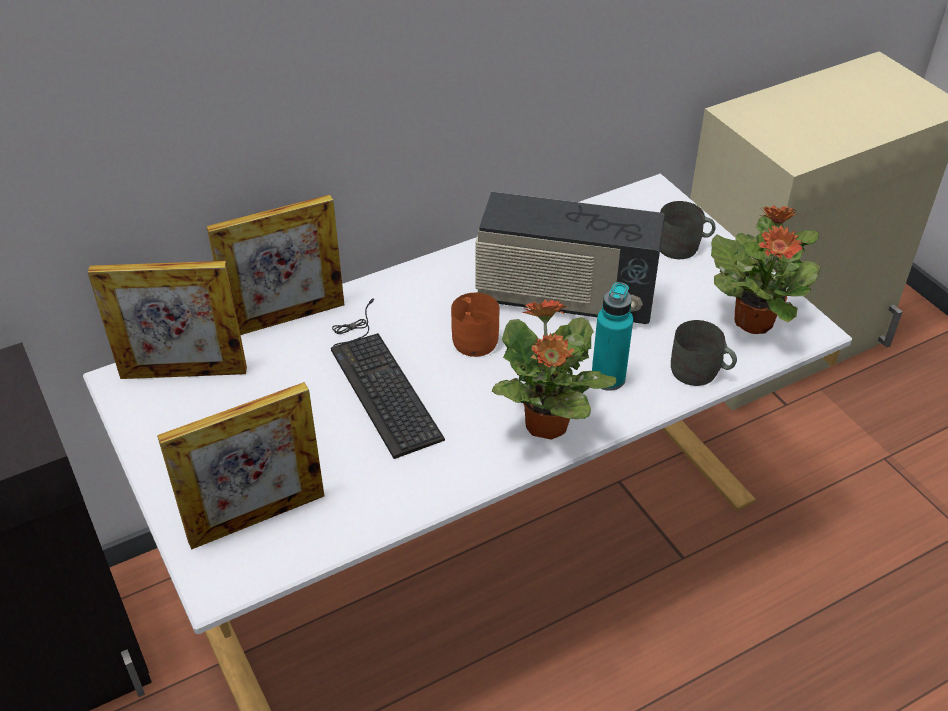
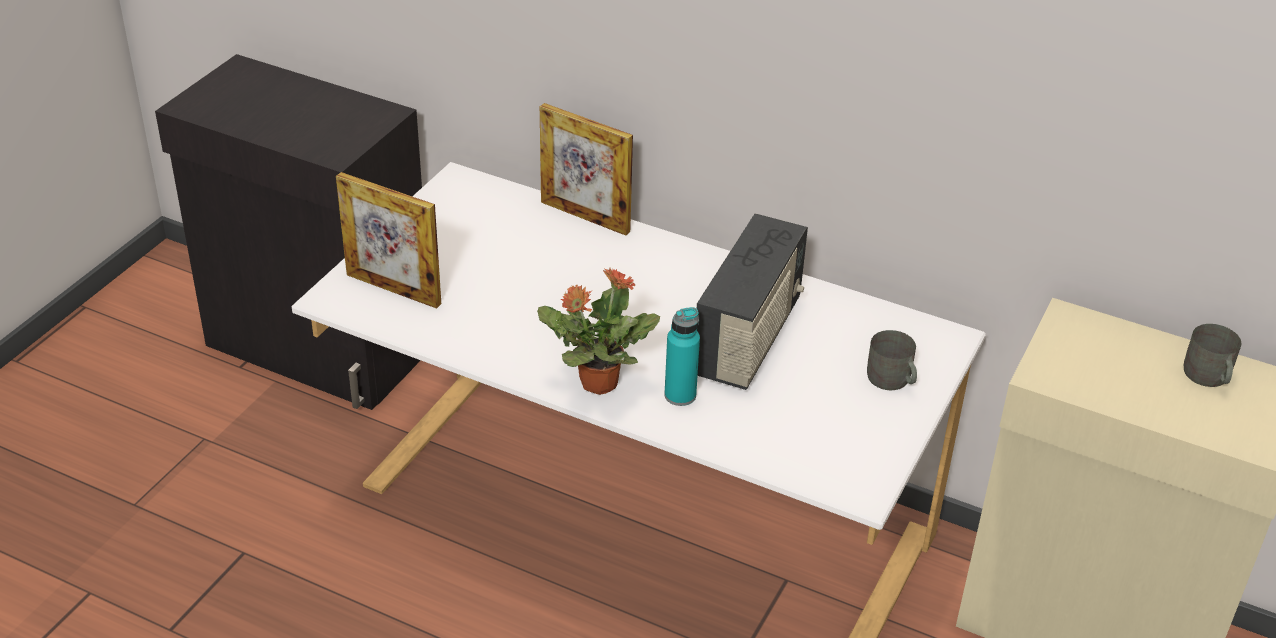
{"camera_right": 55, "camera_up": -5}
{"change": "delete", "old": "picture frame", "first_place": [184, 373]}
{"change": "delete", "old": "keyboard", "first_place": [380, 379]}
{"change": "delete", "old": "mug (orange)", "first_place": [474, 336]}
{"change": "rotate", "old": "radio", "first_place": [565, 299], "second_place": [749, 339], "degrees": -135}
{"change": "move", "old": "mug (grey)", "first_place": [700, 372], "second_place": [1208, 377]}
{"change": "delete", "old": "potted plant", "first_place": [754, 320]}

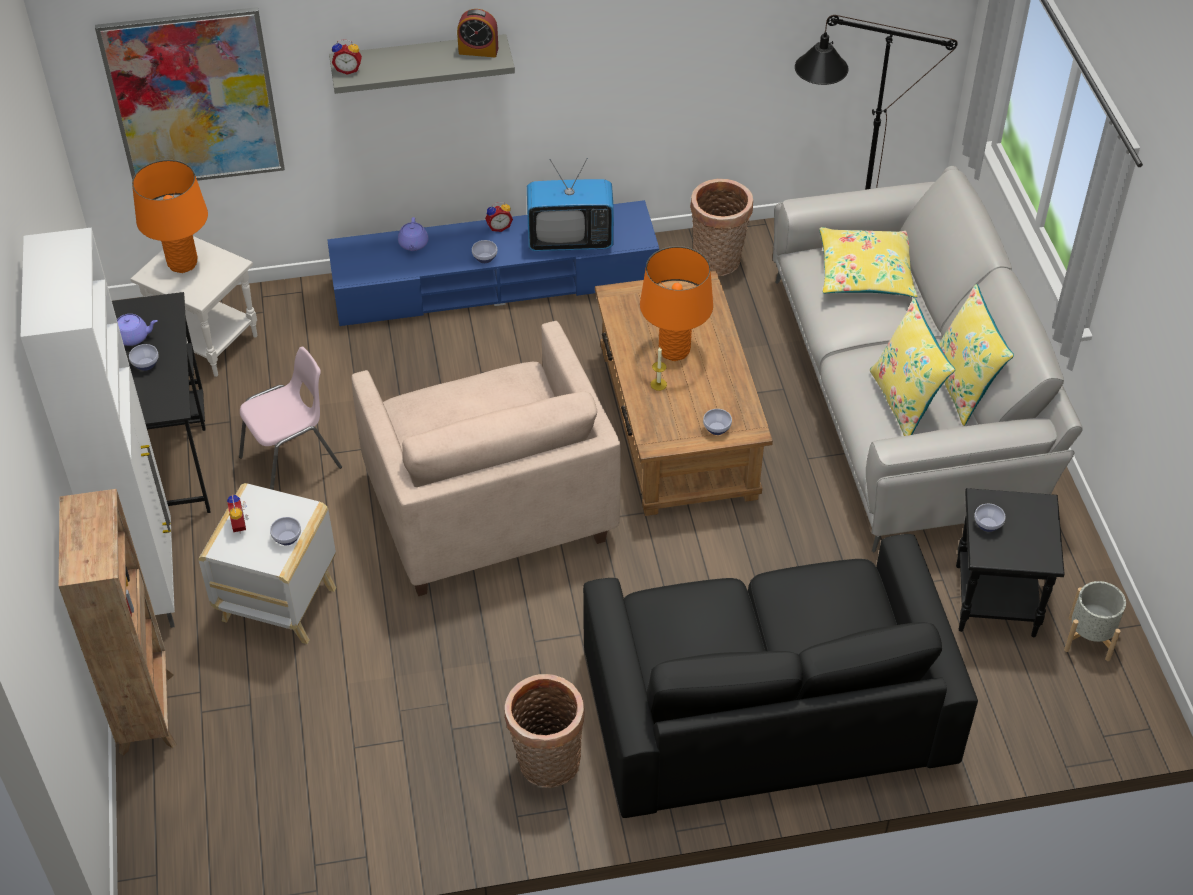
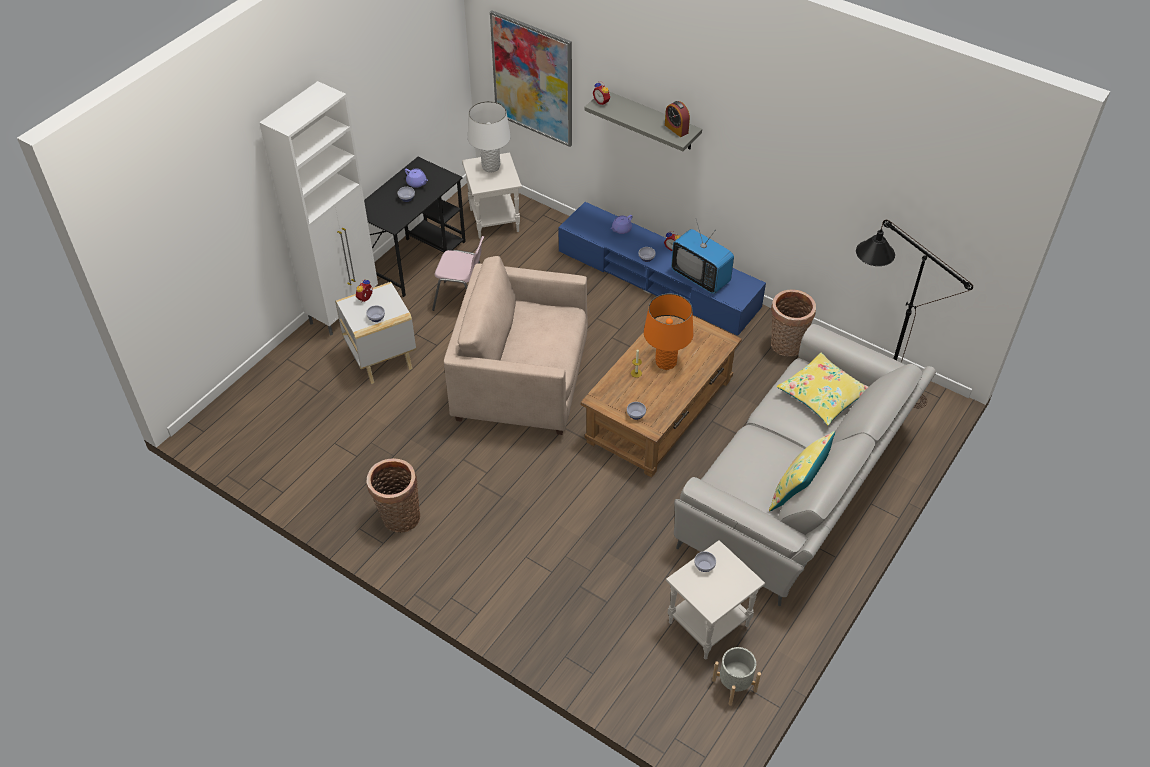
{"camera_right": 45, "camera_up": 0}
{"change": "delete", "old": "bookcase (brown)", "first_place": [147, 711]}
{"change": "recolor", "old": "table lamp (orange)", "new": "table lamp (white)", "first_place": [182, 264], "second_place": [491, 167]}
{"change": "rotate", "old": "armchair (beige)", "first_place": [489, 505], "second_place": [521, 382], "degrees": 75}
{"change": "delete", "old": "sofa (black)", "first_place": [766, 705]}
{"change": "delete", "old": "pillow (yellow)", "first_place": [905, 402]}
{"change": "recolor", "old": "side table (black)", "new": "side table (white)", "first_place": [993, 599], "second_place": [708, 623]}

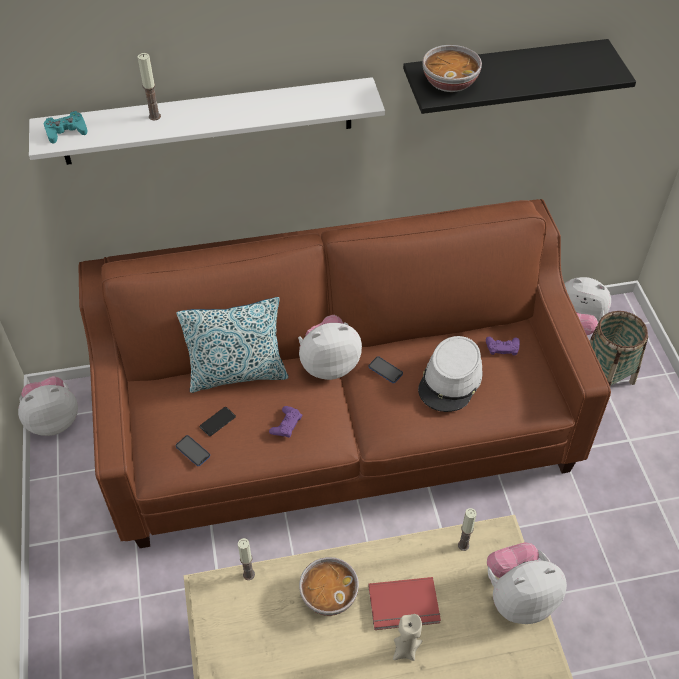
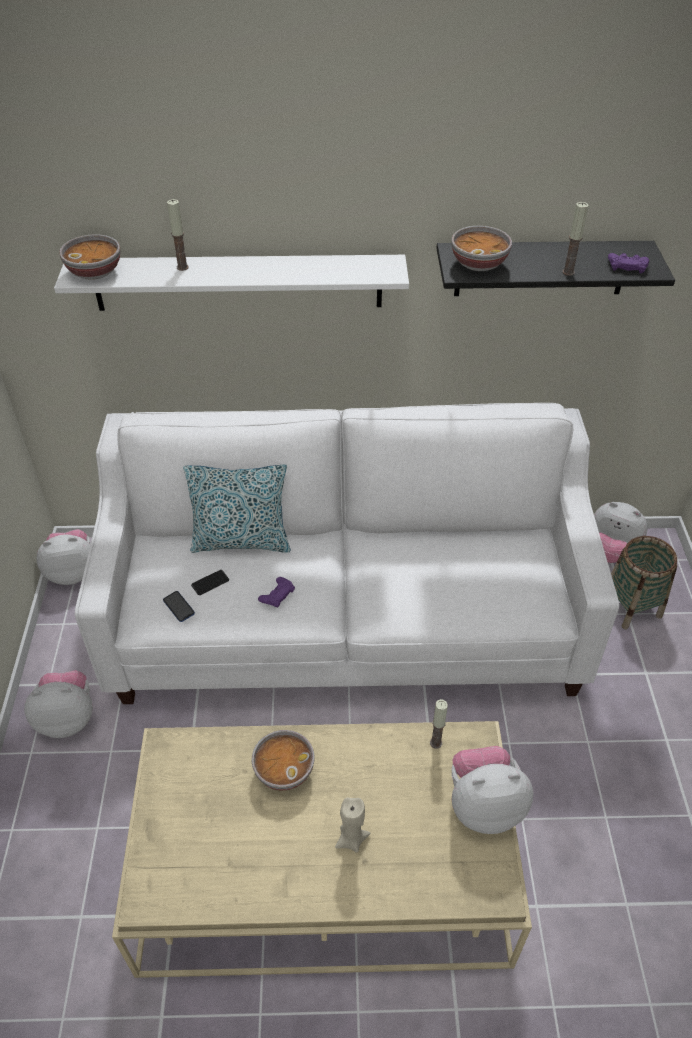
{"camera_right": 10, "camera_up": -5}
{"change": "replace", "old": "game controller (turquoise)", "new": "bowl", "first_place": [66, 131], "second_place": [95, 271]}
{"change": "recolor", "old": "sofa (brown)", "new": "sofa (white)", "first_place": [338, 427], "second_place": [345, 617]}
{"change": "move", "old": "candle", "first_place": [249, 574], "second_place": [568, 272]}
{"change": "move", "old": "plush toy", "first_place": [328, 363], "second_place": [67, 718]}
{"change": "delete", "old": "book (red)", "first_place": [404, 606]}
{"change": "delete", "old": "phone", "first_place": [385, 370]}
{"change": "delete", "old": "hat (grey)", "first_place": [450, 380]}
{"change": "move", "old": "game controller (purple)", "first_place": [502, 347], "second_place": [627, 266]}

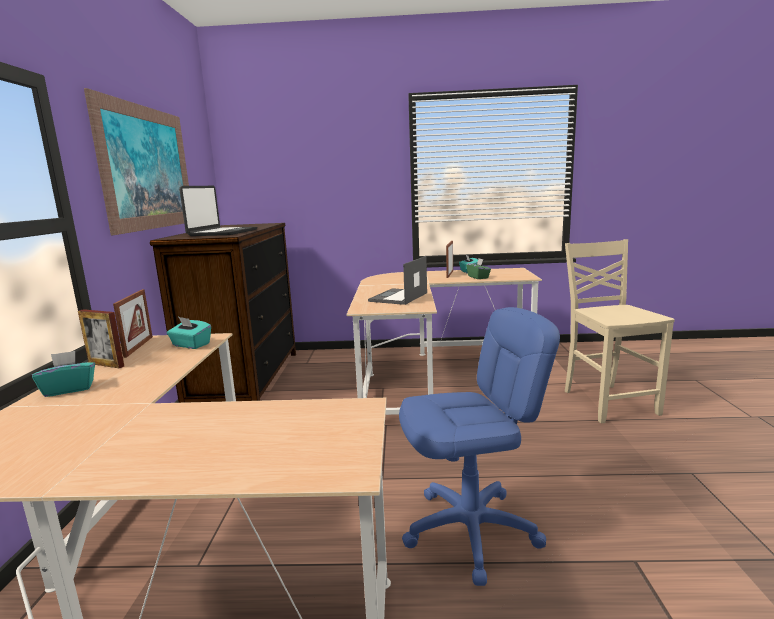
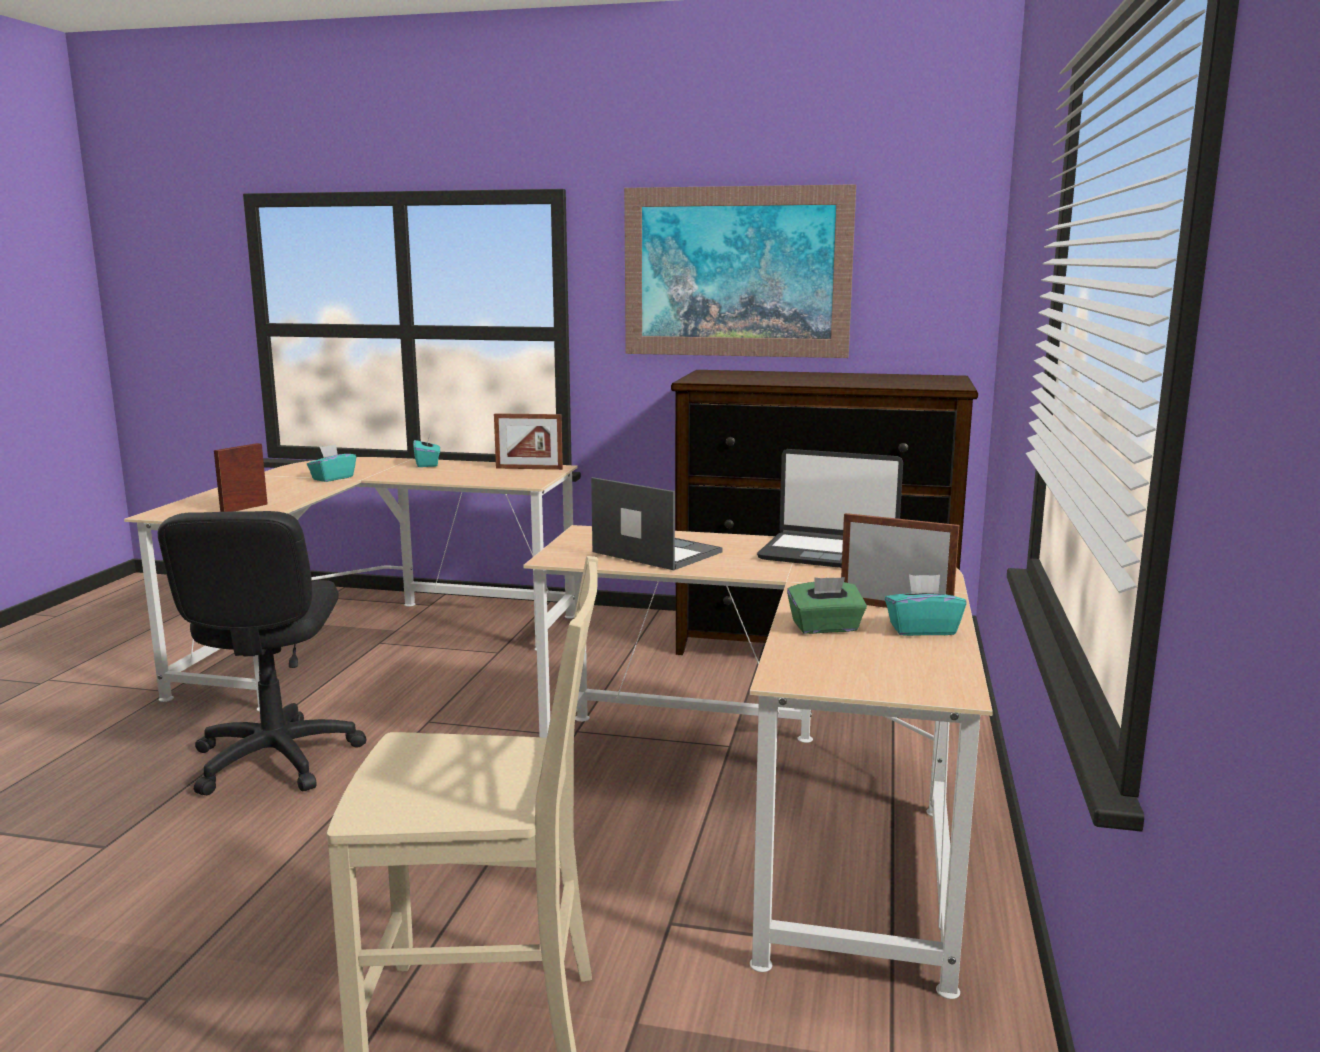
{"camera_right": 100, "camera_up": 0}
{"change": "move", "old": "picture frame", "first_place": [106, 365], "second_place": [244, 508]}
{"change": "move", "old": "tissue box (turquoise)", "first_place": [191, 345], "second_place": [332, 478]}
{"change": "move", "old": "laptop", "first_place": [222, 233], "second_place": [829, 553]}
{"change": "recolor", "old": "office chair (blue)", "new": "office chair (black)", "first_place": [471, 531], "second_place": [274, 759]}

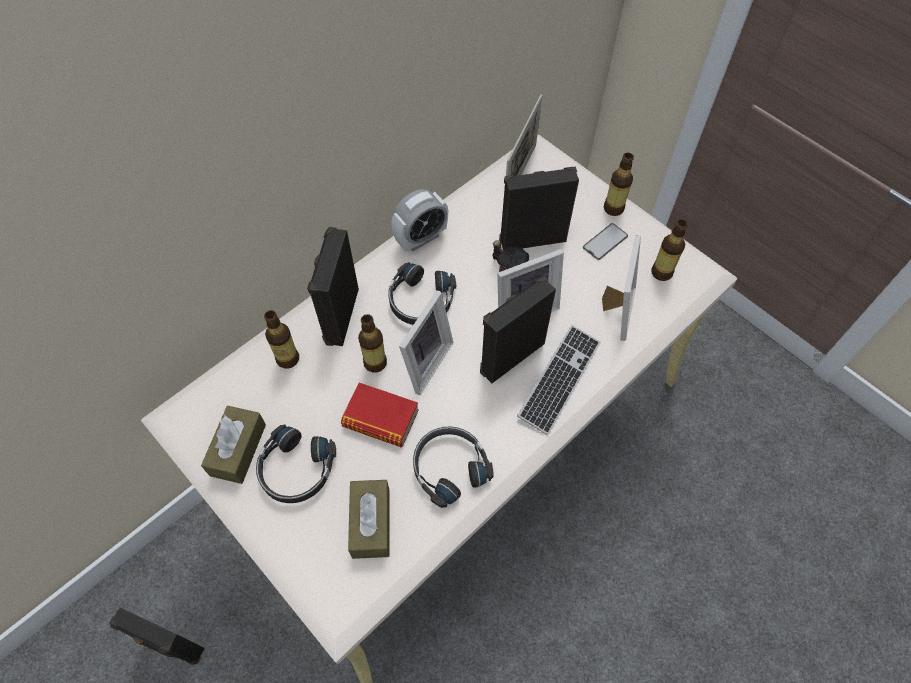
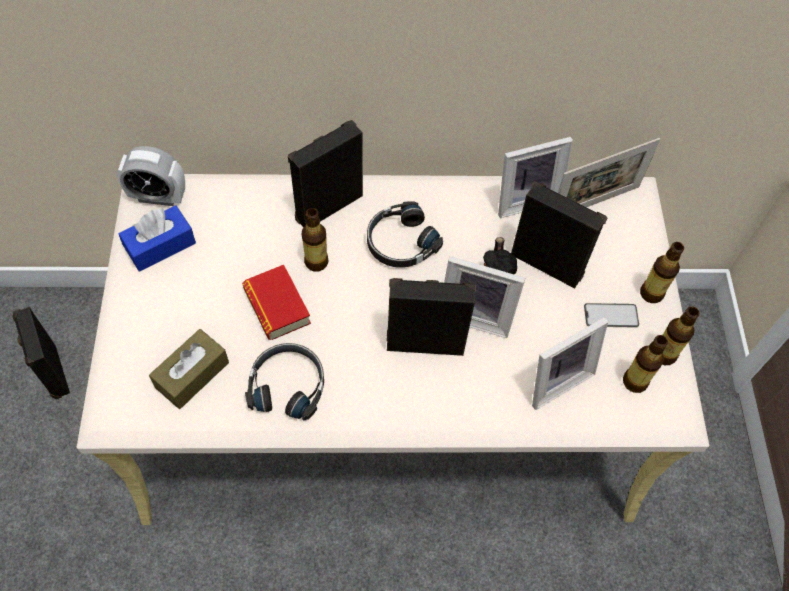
{"camera_right": 40, "camera_up": 0}
{"change": "recolor", "old": "tissue box (brown)", "new": "tissue box (blue)", "first_place": [238, 449], "second_place": [160, 246]}
{"change": "delete", "old": "headphones (black)", "first_place": [296, 470]}
{"change": "move", "old": "bottle", "first_place": [288, 359], "second_place": [664, 355]}
{"change": "move", "old": "alarm clock", "first_place": [421, 238], "second_place": [158, 197]}
{"change": "move", "old": "picture frame", "first_place": [423, 362], "second_place": [524, 198]}
{"change": "delete", "old": "keyboard", "first_place": [559, 380]}

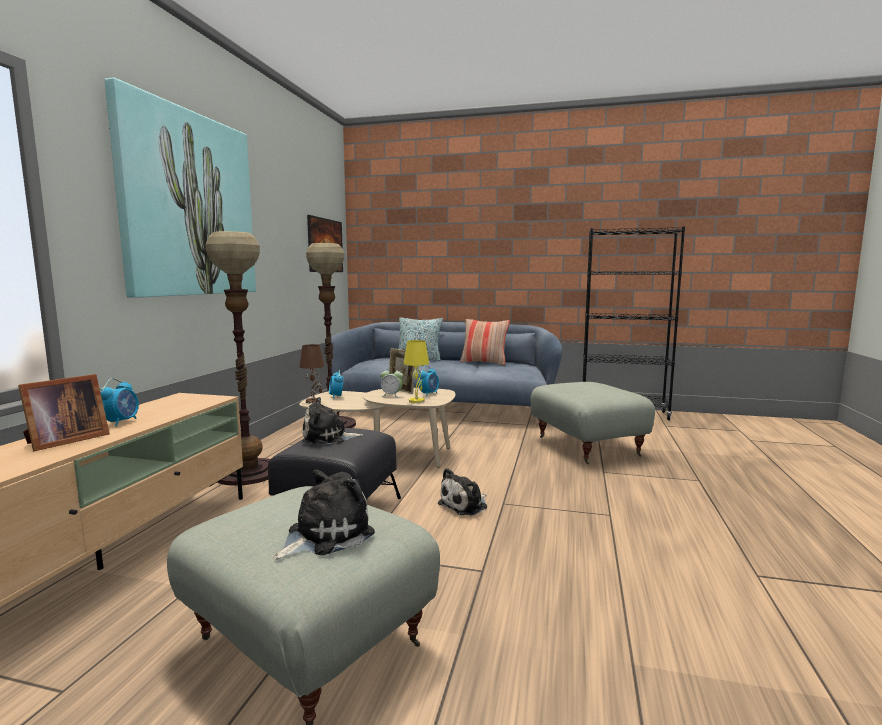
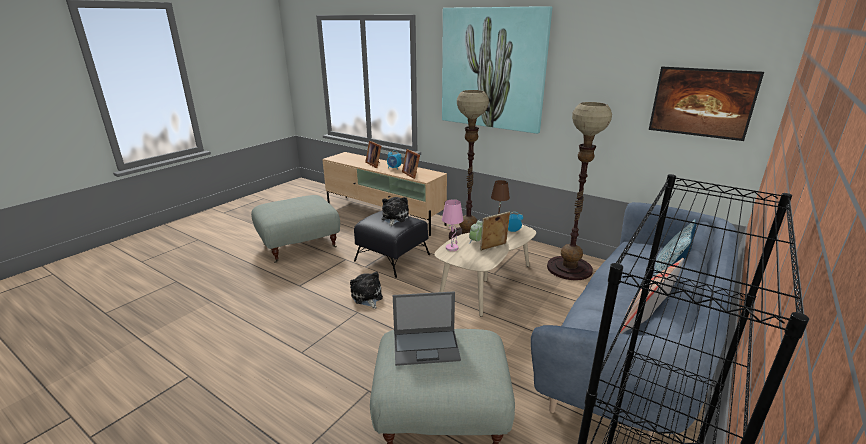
{"camera_right": 110, "camera_up": 15}
{"change": "delete", "old": "plush toy", "first_place": [325, 534]}
{"change": "recolor", "old": "table lamp (yellow)", "new": "table lamp (pink)", "first_place": [416, 401], "second_place": [452, 248]}
{"change": "delete", "old": "alarm clock", "first_place": [429, 394]}
{"change": "insert", "new": "laptop", "second_place": [427, 346]}
{"change": "insert", "new": "picture frame", "second_place": [412, 174]}

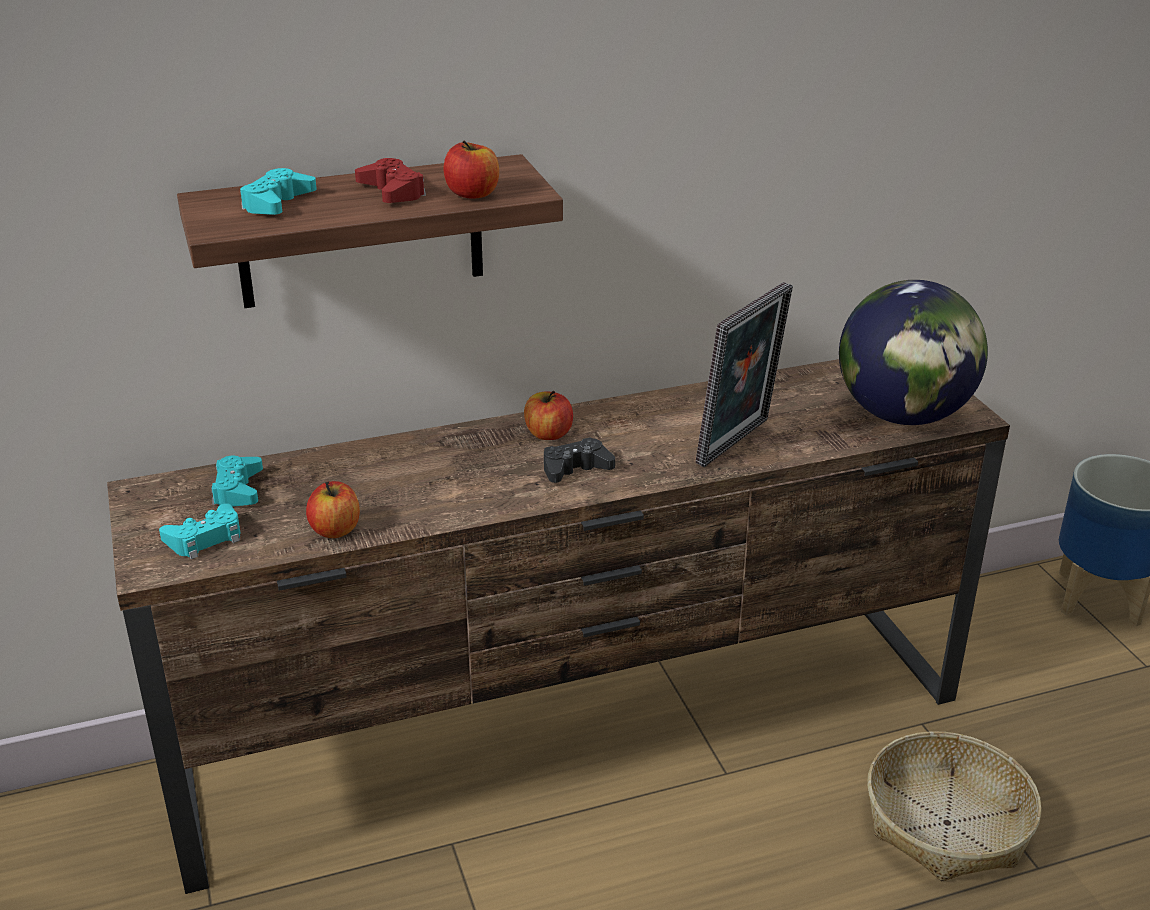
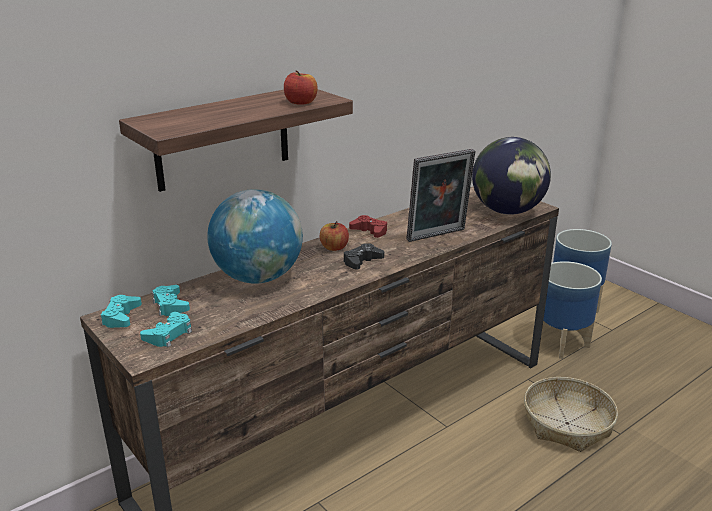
{"camera_right": -20, "camera_up": -5}
{"change": "move", "old": "game controller (turquoise)", "first_place": [277, 203], "second_place": [121, 317]}
{"change": "delete", "old": "apple", "first_place": [335, 530]}
{"change": "move", "old": "game controller (red)", "first_place": [392, 191], "second_place": [369, 231]}
{"change": "rotate", "old": "picture frame", "first_place": [738, 444], "second_place": [438, 236], "degrees": 45}
{"change": "insert", "new": "globe", "second_place": [258, 277]}
{"change": "insert", "new": "planter", "second_place": [561, 342]}

